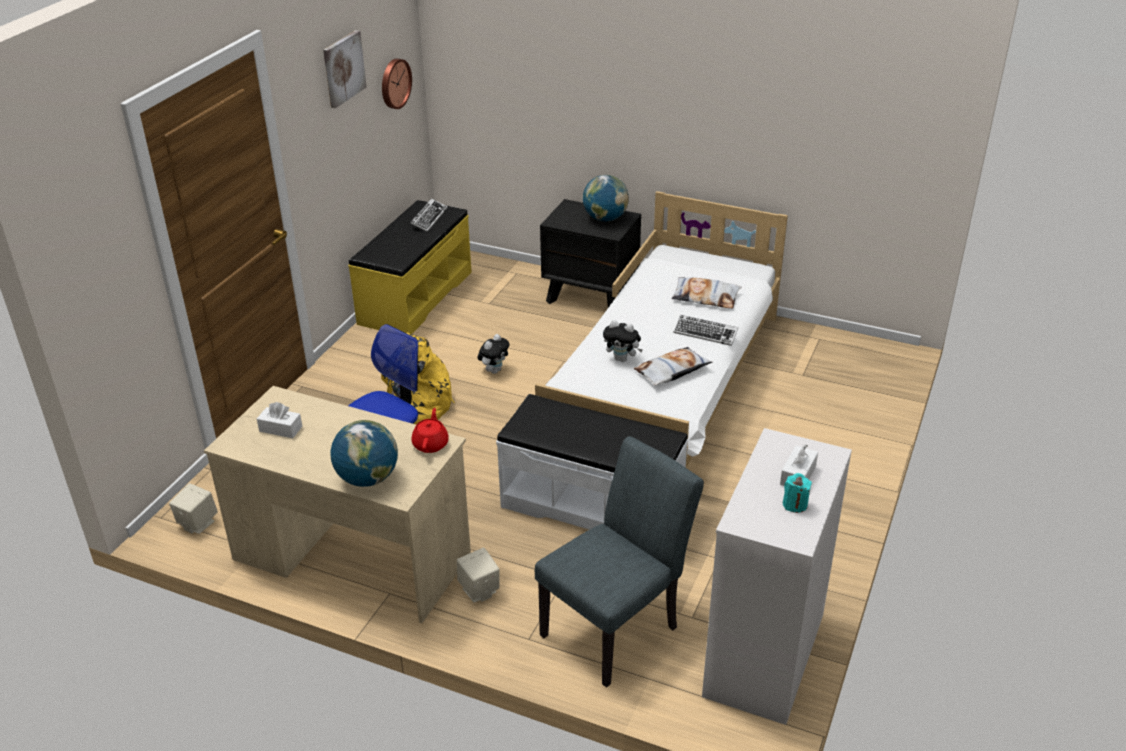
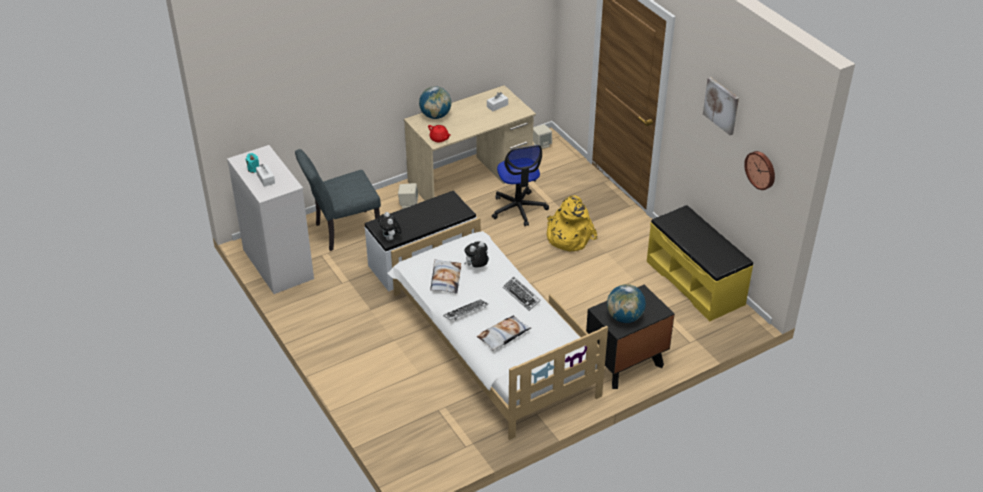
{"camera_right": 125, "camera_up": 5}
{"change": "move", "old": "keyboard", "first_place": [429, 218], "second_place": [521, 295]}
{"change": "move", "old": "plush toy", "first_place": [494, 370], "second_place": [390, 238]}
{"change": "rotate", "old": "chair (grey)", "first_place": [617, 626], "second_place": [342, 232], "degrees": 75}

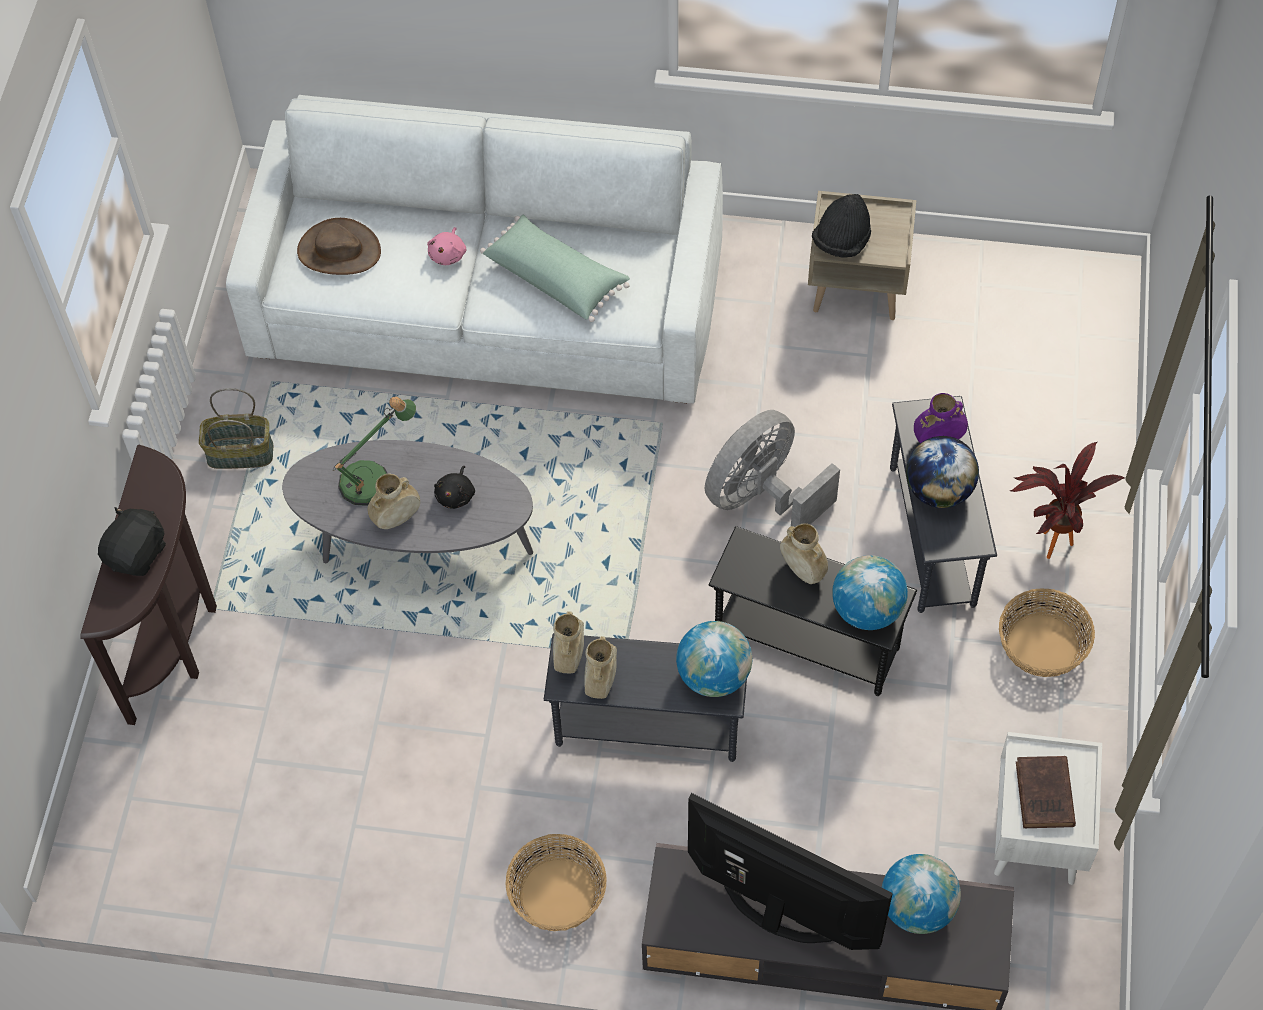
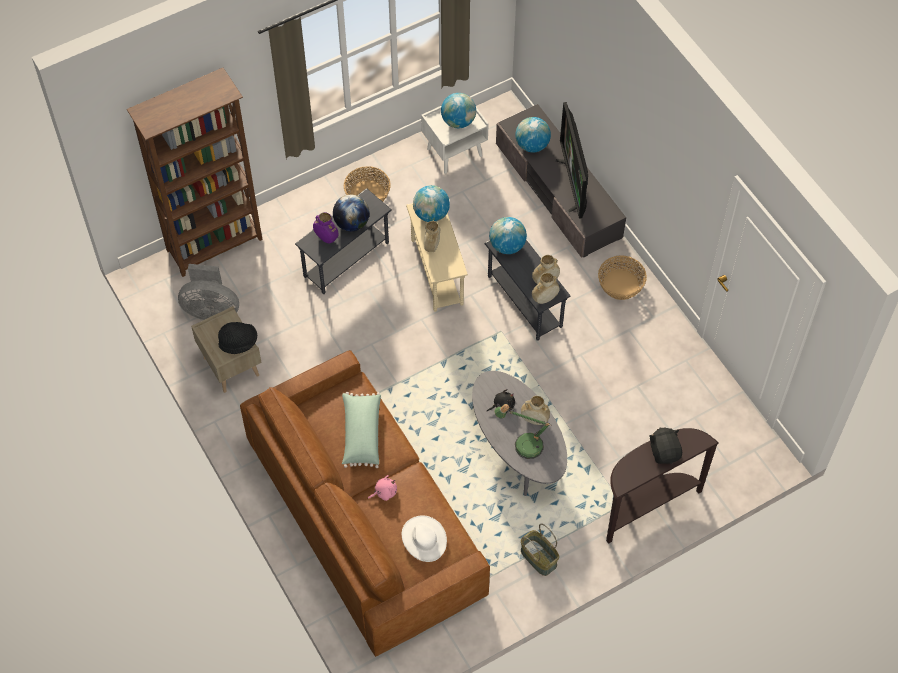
{"camera_right": -130, "camera_up": 0}
{"change": "rotate", "old": "plush toy (black)", "first_place": [137, 553], "second_place": [664, 451], "degrees": 90}
{"change": "recolor", "old": "sofa (white)", "new": "sofa (brown)", "first_place": [487, 302], "second_place": [365, 516]}
{"change": "recolor", "old": "hat (brown)", "new": "hat (white)", "first_place": [339, 251], "second_place": [424, 539]}
{"change": "move", "old": "fan (grey)", "first_place": [762, 496], "second_place": [211, 310]}
{"change": "recolor", "old": "side table (black)", "new": "side table (beige)", "first_place": [806, 644], "second_place": [437, 272]}
{"change": "delete", "old": "potted plant", "first_place": [1047, 538]}
{"change": "replace", "old": "book (brown)", "new": "globe", "first_place": [1045, 796], "second_place": [458, 121]}
{"change": "insert", "new": "bookcase (brown)", "second_place": [215, 245]}

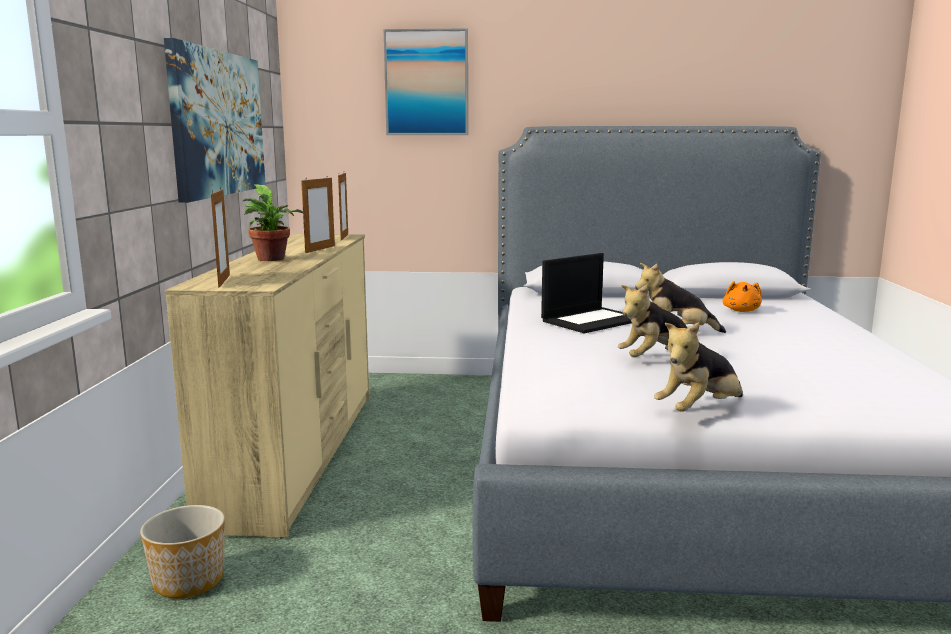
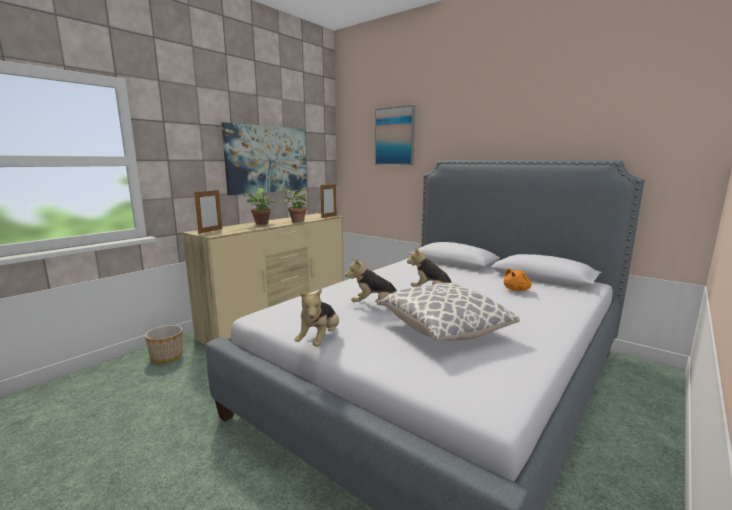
{"camera_right": 35, "camera_up": 0}
{"change": "replace", "old": "picture frame", "new": "potted plant", "first_place": [320, 249], "second_place": [296, 221]}
{"change": "delete", "old": "laptop", "first_place": [592, 320]}
{"change": "rotate", "old": "plush toy", "first_place": [699, 410], "second_place": [319, 340], "degrees": -75}
{"change": "insert", "new": "pillow", "second_place": [443, 330]}

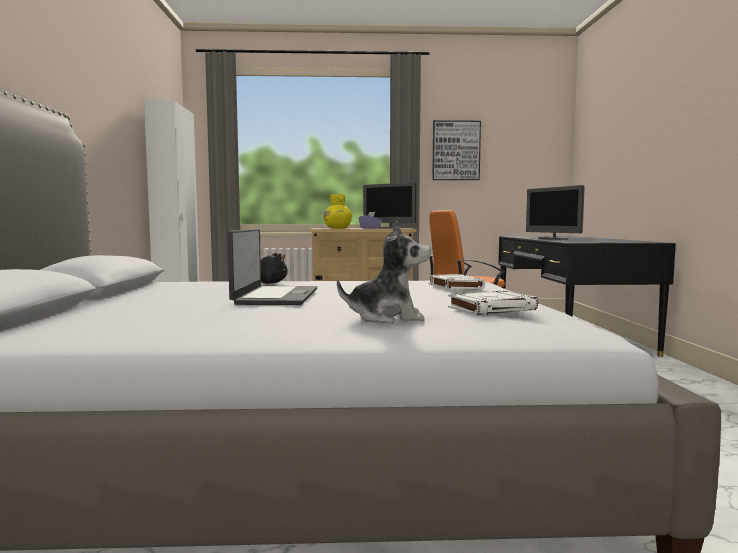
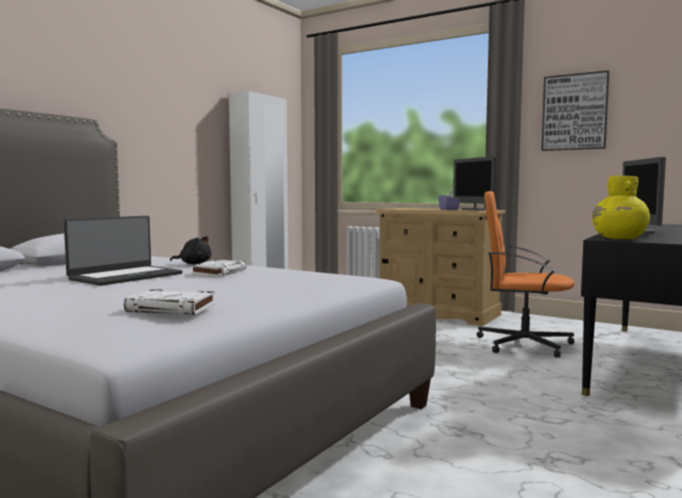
{"camera_right": 35, "camera_up": 0}
{"change": "move", "old": "vase (yellow)", "first_place": [337, 228], "second_place": [619, 238]}
{"change": "delete", "old": "plush toy", "first_place": [387, 318]}
{"change": "move", "old": "book (white)", "first_place": [454, 286], "second_place": [219, 272]}

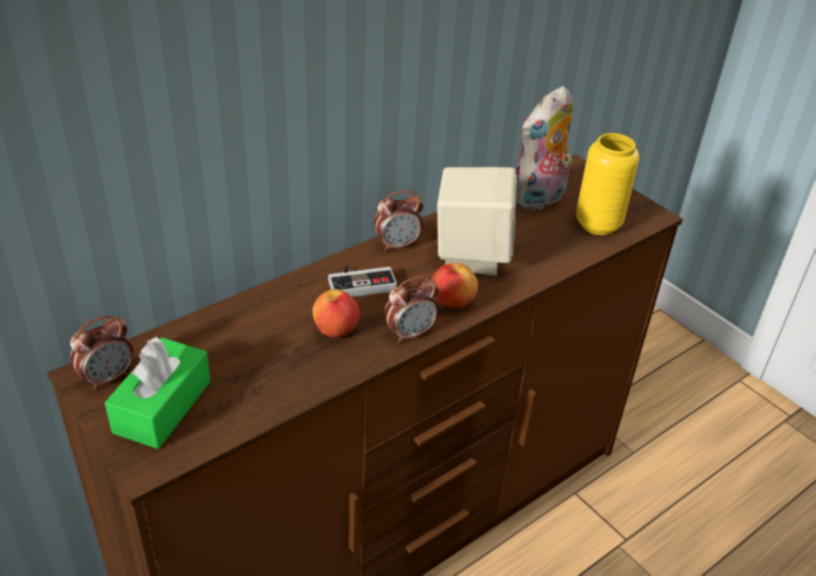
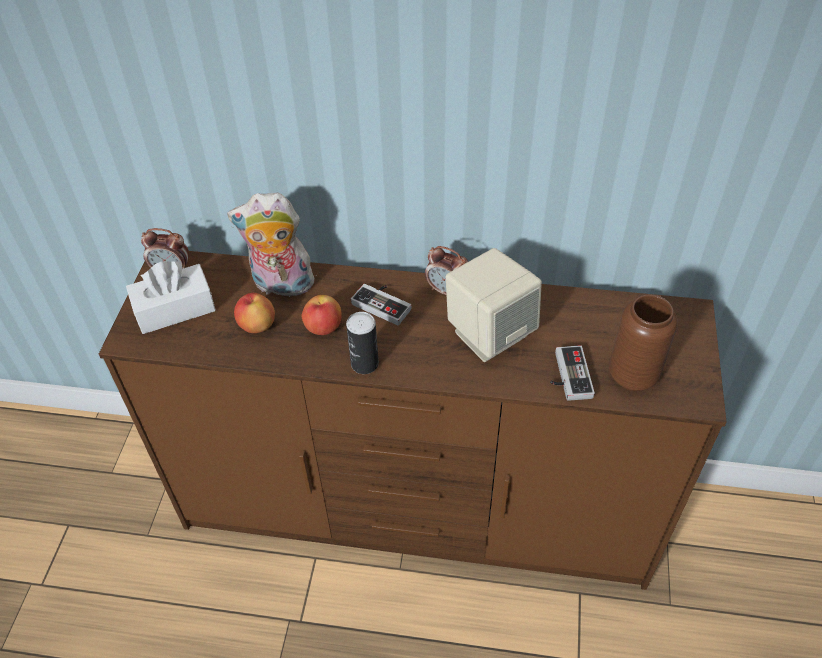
{"camera_right": 50, "camera_up": 10}
{"change": "recolor", "old": "tissue box (green)", "new": "tissue box (white)", "first_place": [162, 406], "second_place": [175, 309]}
{"change": "replace", "old": "alarm clock", "new": "can", "first_place": [410, 334], "second_place": [364, 363]}
{"change": "move", "old": "apple", "first_place": [452, 302], "second_place": [257, 325]}
{"change": "move", "old": "plush toy", "first_place": [538, 200], "second_place": [281, 286]}
{"change": "recolor", "old": "vase (yellow)", "new": "vase (brown)", "first_place": [598, 225], "second_place": [632, 376]}
{"change": "insert", "new": "game controller", "second_place": [567, 376]}

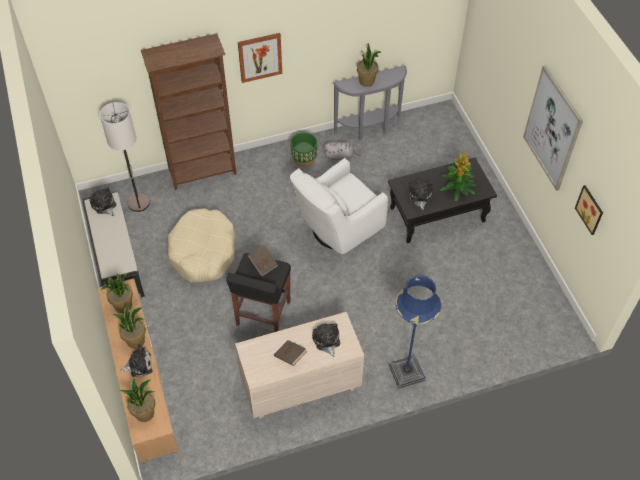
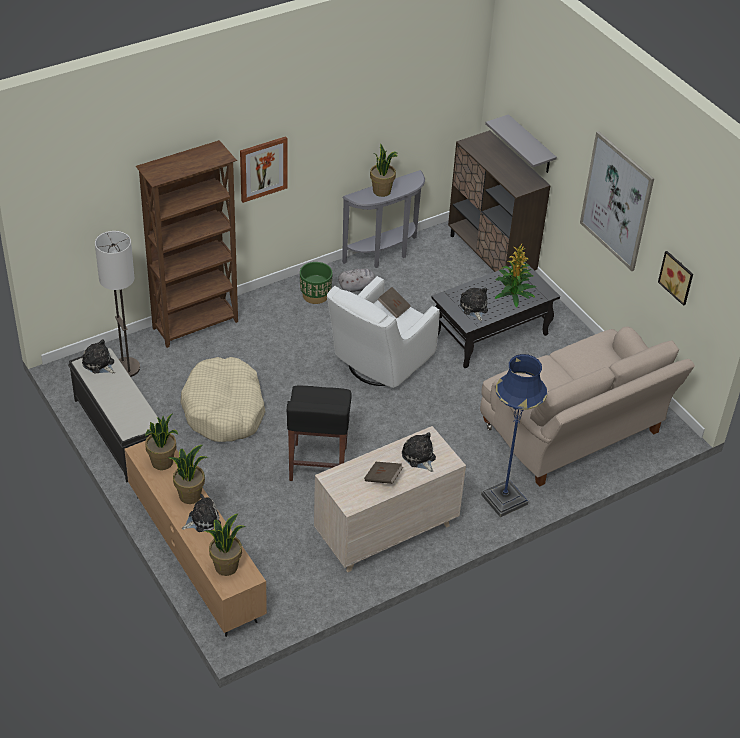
{"camera_right": -15, "camera_up": -10}
{"change": "move", "old": "book (brown)", "first_place": [263, 264], "second_place": [394, 308]}
{"change": "insert", "new": "cabinet (brown)", "second_place": [491, 257]}
{"change": "insert", "new": "sofa (beige)", "second_place": [574, 433]}
{"change": "insert", "new": "shelf (grey)", "second_place": [530, 145]}

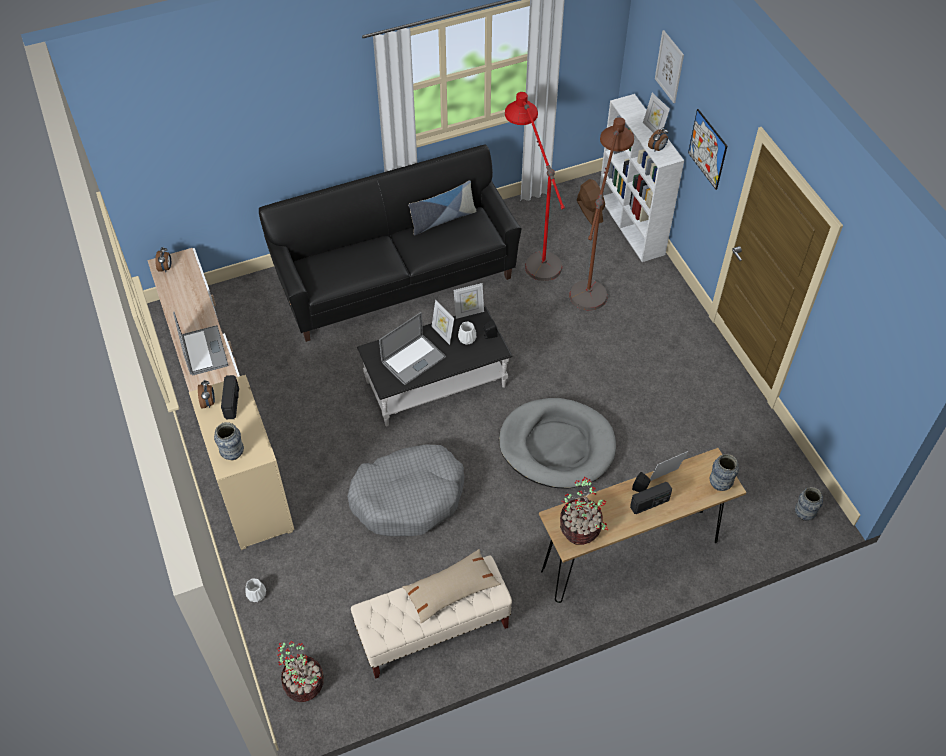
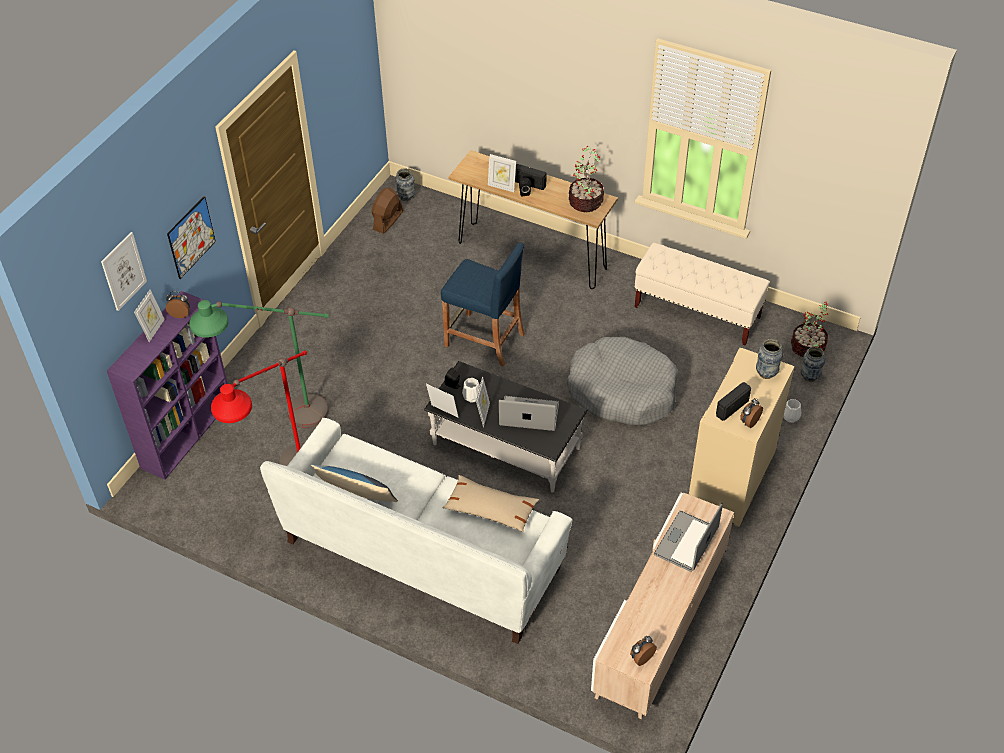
{"camera_right": -130, "camera_up": -5}
{"change": "recolor", "old": "sofa (black)", "new": "sofa (white)", "first_place": [396, 281], "second_place": [423, 555]}
{"change": "move", "old": "pillow (beige)", "first_place": [451, 590], "second_place": [490, 509]}
{"change": "replace", "old": "dog bed (grey)", "new": "stool (blue)", "first_place": [557, 446], "second_place": [484, 340]}
{"change": "recolor", "old": "floor lamp (brown)", "new": "floor lamp (green)", "first_place": [594, 276], "second_place": [279, 421]}
{"change": "move", "old": "fan (brown)", "first_place": [589, 211], "second_place": [387, 221]}
{"change": "recolor", "old": "bookcase (white)", "new": "bookcase (purple)", "first_place": [631, 225], "second_place": [187, 432]}
{"change": "move", "old": "vase", "first_place": [720, 484], "second_place": [809, 376]}

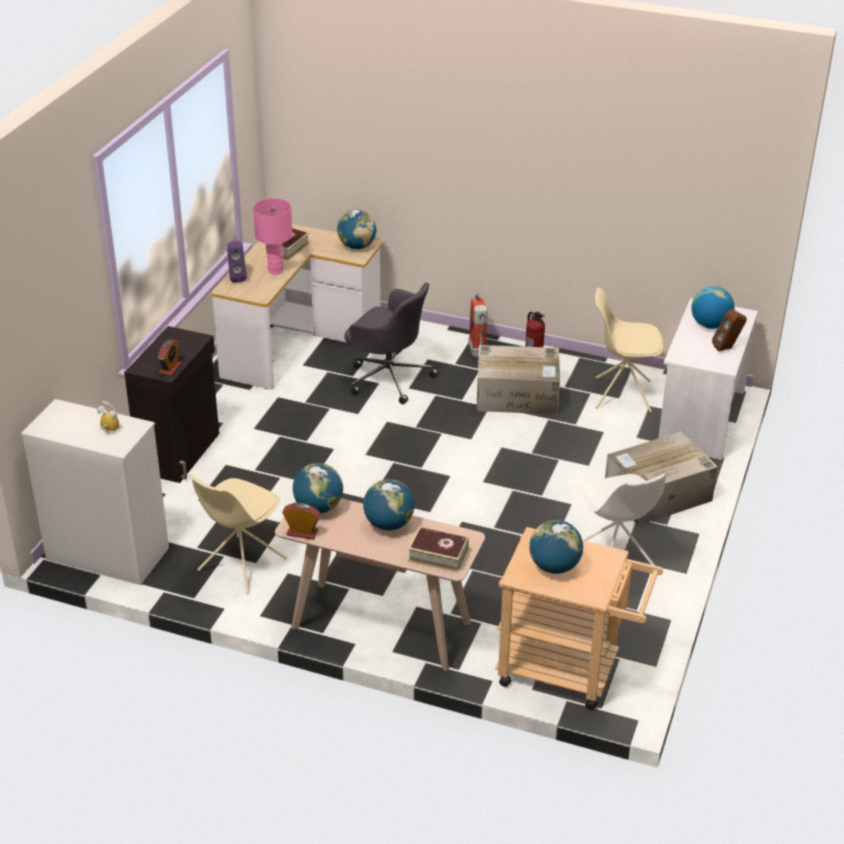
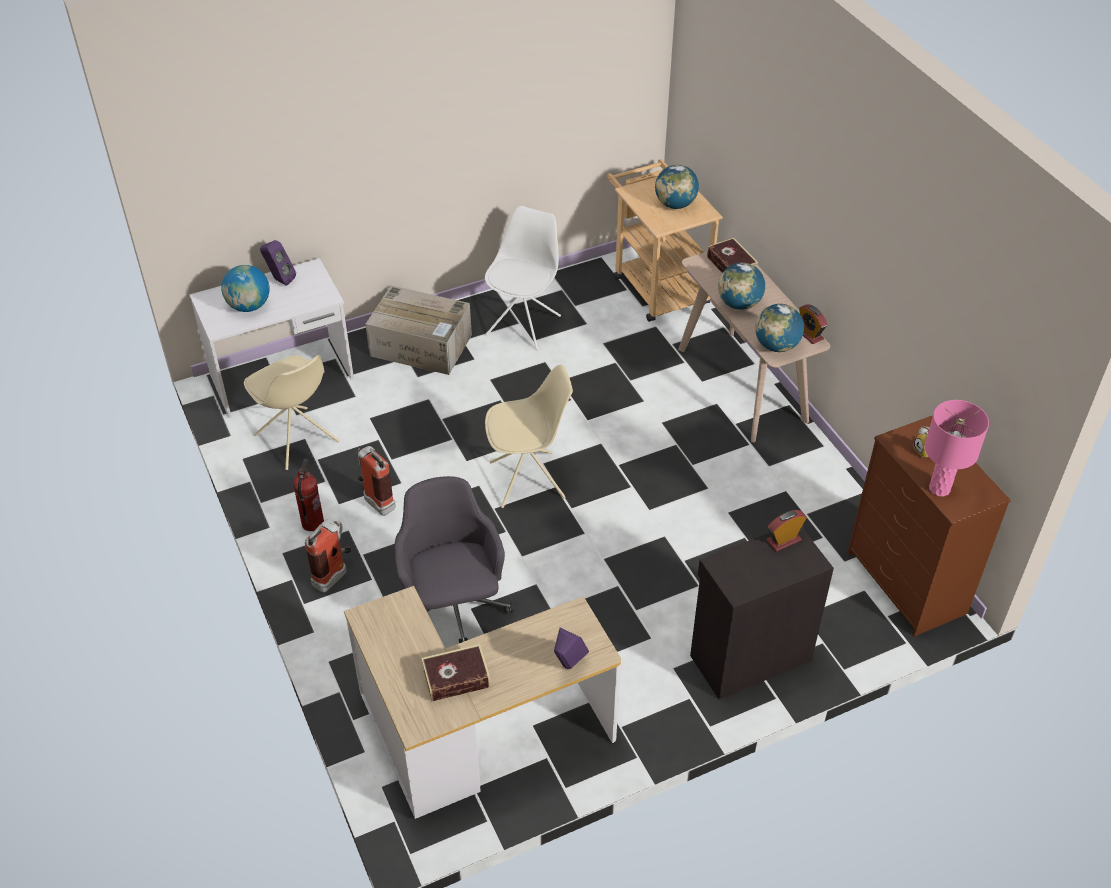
{"camera_right": -135, "camera_up": 10}
{"change": "recolor", "old": "dresser (white)", "new": "dresser (brown)", "first_place": [106, 553], "second_place": [907, 583]}
{"change": "move", "old": "chair (beige)", "first_place": [241, 565], "second_place": [529, 480]}
{"change": "move", "old": "table lamp (pink)", "first_place": [275, 270], "second_place": [939, 488]}
{"change": "delete", "old": "globe", "first_place": [357, 246]}
{"change": "replace", "old": "cardboard box", "new": "fire extinguisher", "first_place": [518, 395], "second_place": [375, 500]}
{"change": "recolor", "old": "speaker (brown)", "new": "speaker (purple)", "first_place": [727, 348], "second_place": [279, 280]}

